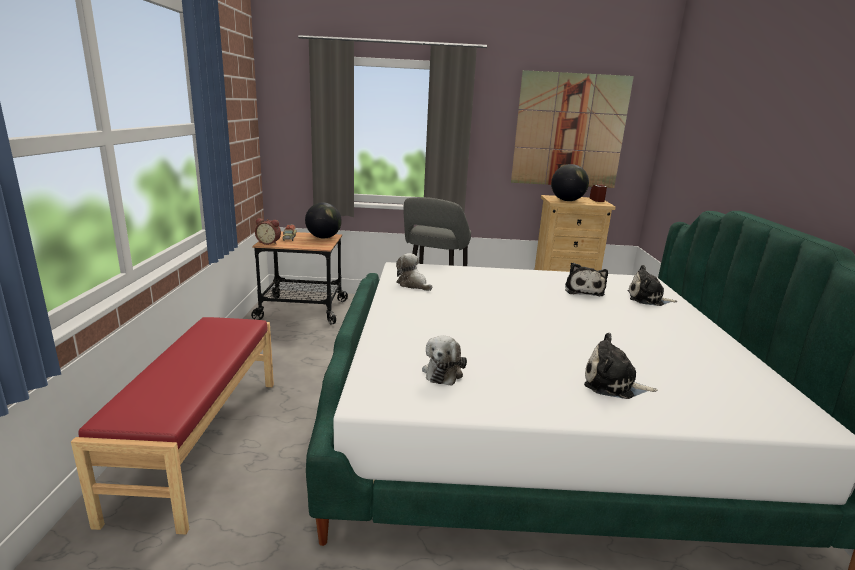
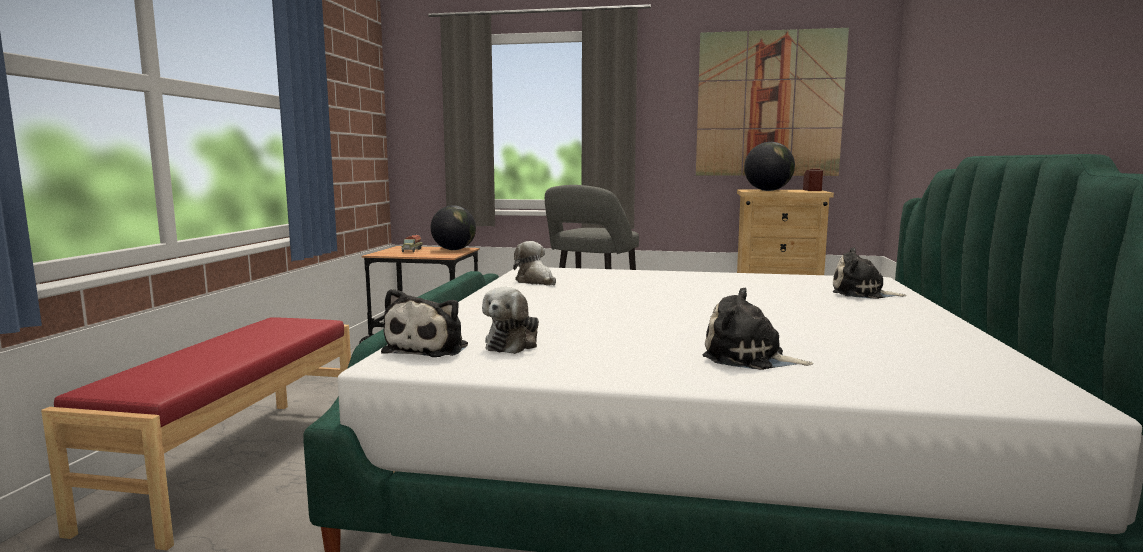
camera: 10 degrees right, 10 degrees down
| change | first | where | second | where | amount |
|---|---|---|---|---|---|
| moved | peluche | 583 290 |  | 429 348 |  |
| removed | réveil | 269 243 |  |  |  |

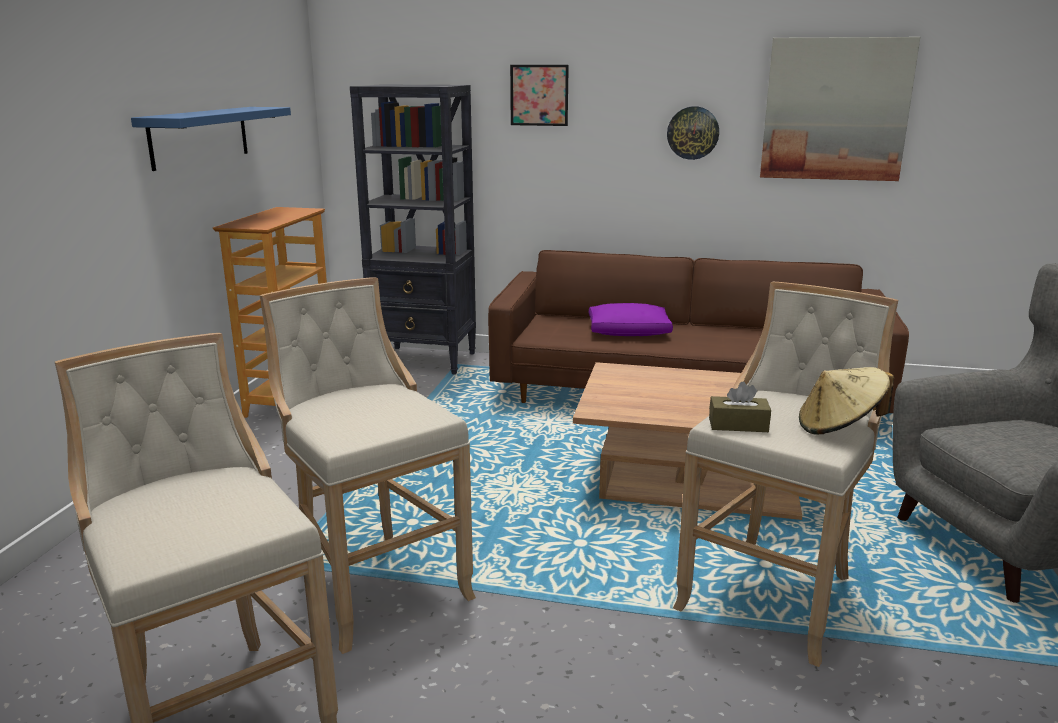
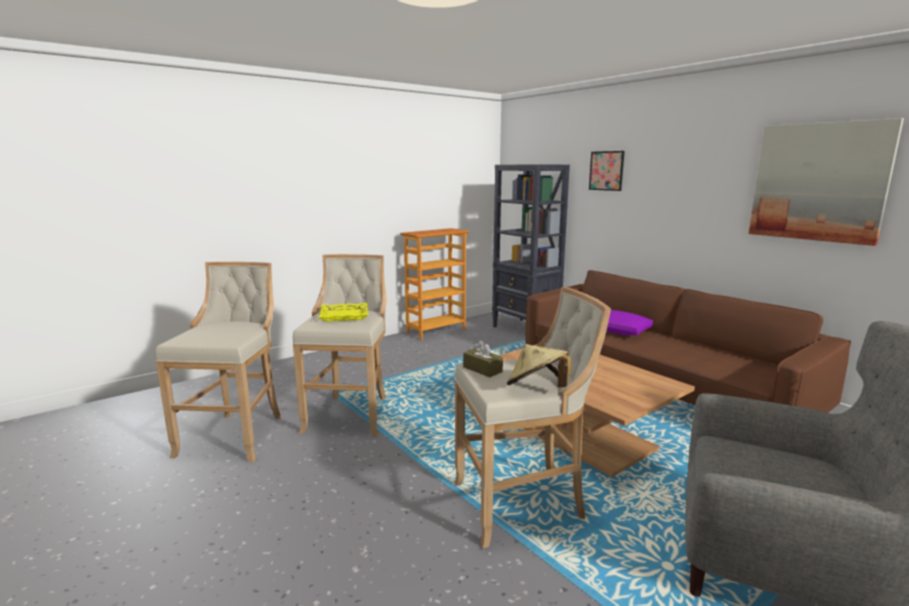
camera: 40 degrees right, 5 degrees down
| change | first | where | second | where | amount |
|---|---|---|---|---|---|
| added |  |  | plateau (jaune) | 344 315 |  |
| removed | étagère (bleu) | 200 136 |  |  |  |
| removed | horloge murale | 693 133 |  |  |  |

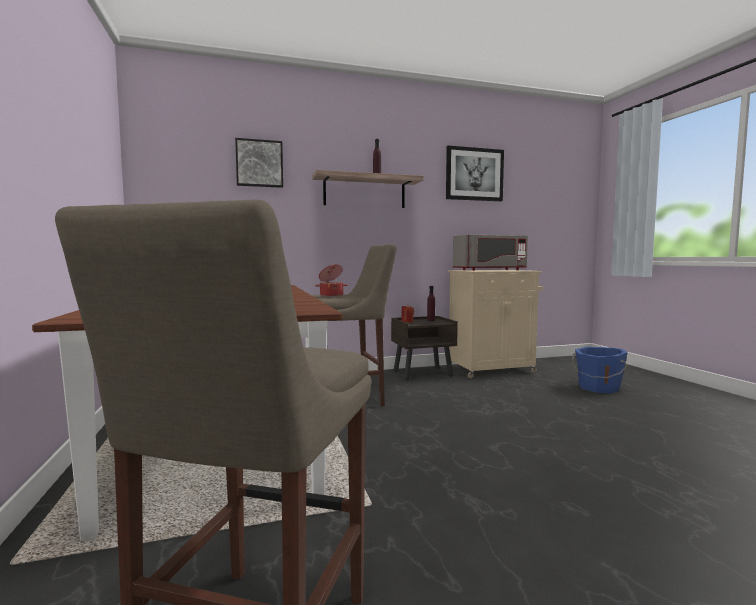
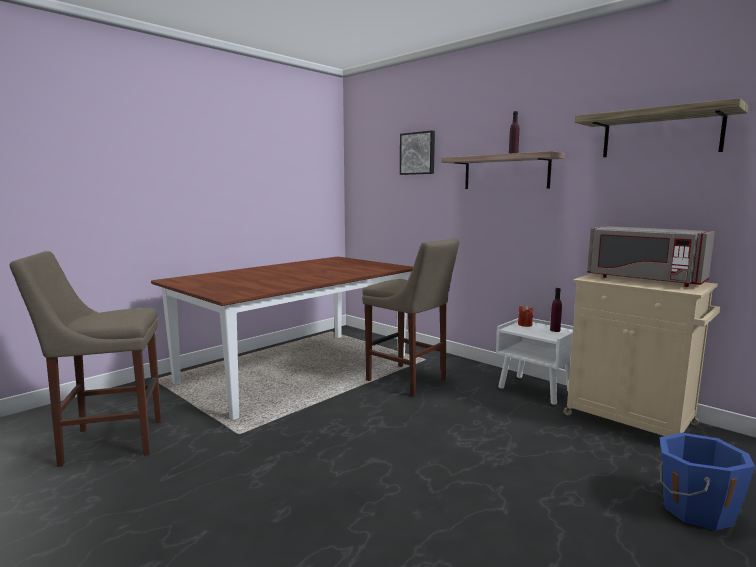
camera: 60 degrees right, 5 degrees up
| change | first | where | second | where | amount |
|---|---|---|---|---|---|
| recoloured | table de chevet (marron) | 423 373 | table de chevet (blanc) | 536 390 |  |
| replaced | tableau | 474 174 | étagère | 660 134 |  |
| removed | marmite | 331 295 |  |  |  |

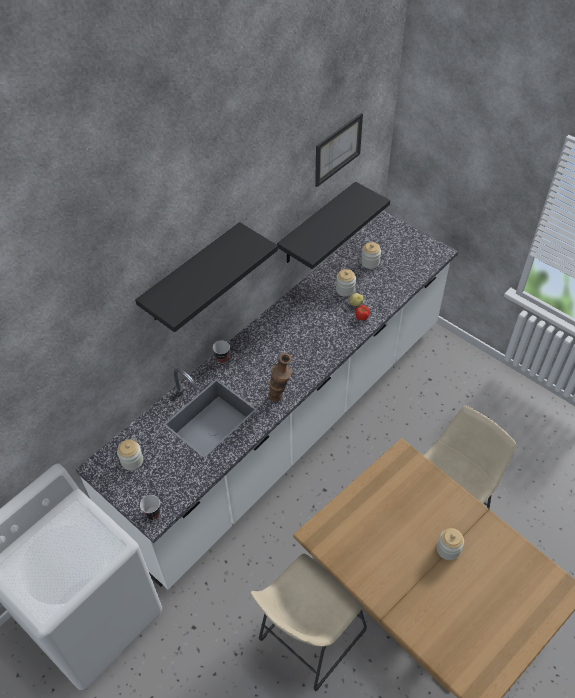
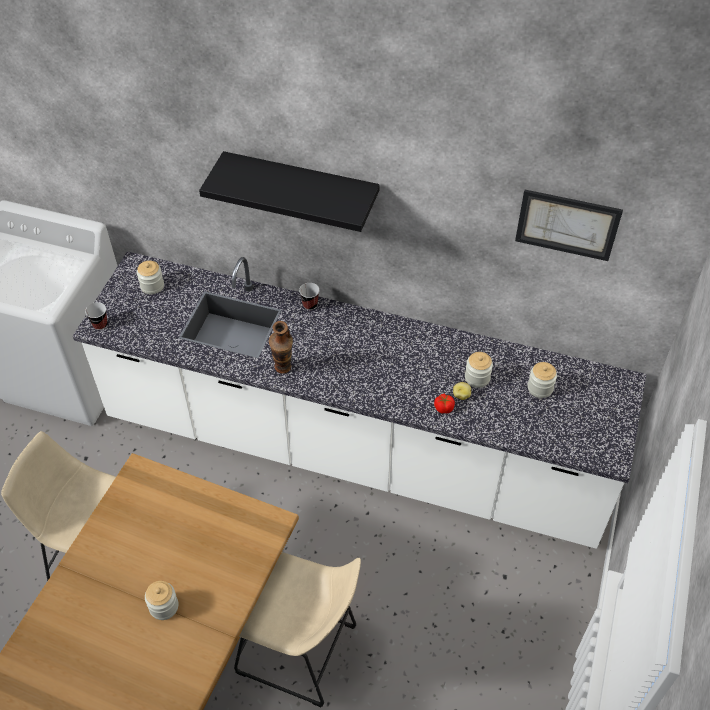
camera: 65 degrees right, 0 degrees up
| change | first | where | second | where | amount |
|---|---|---|---|---|---|
| removed | étagère (noir) | 317 224 |  |  |  |

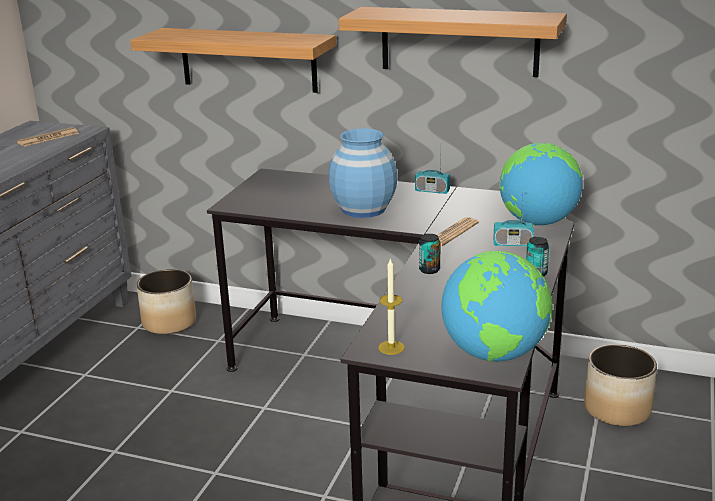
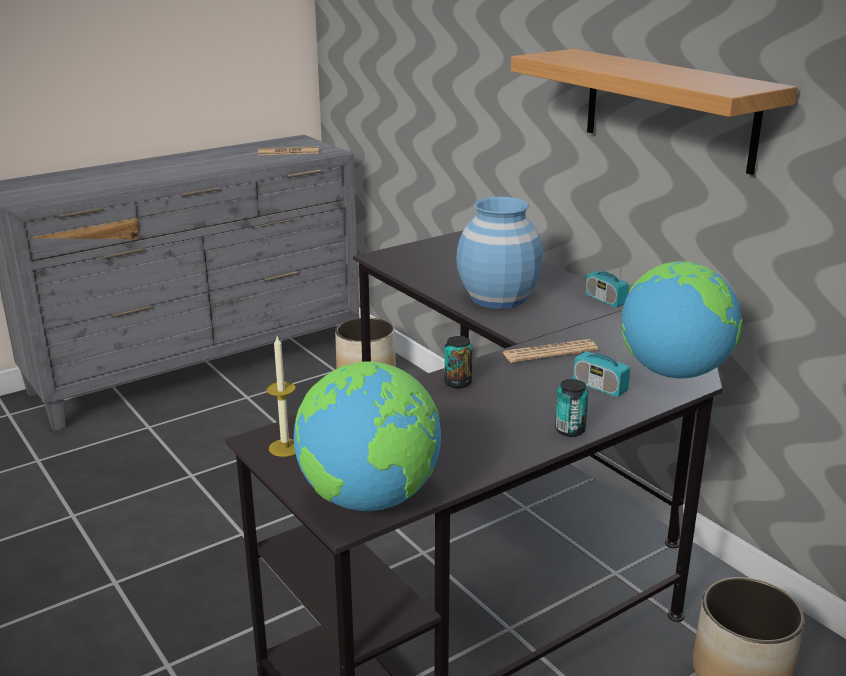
camera: 35 degrees right, 0 degrees up
| change | first | where | second | where | amount |
|---|---|---|---|---|---|
| removed | étagère | 248 60 |  |  |  |

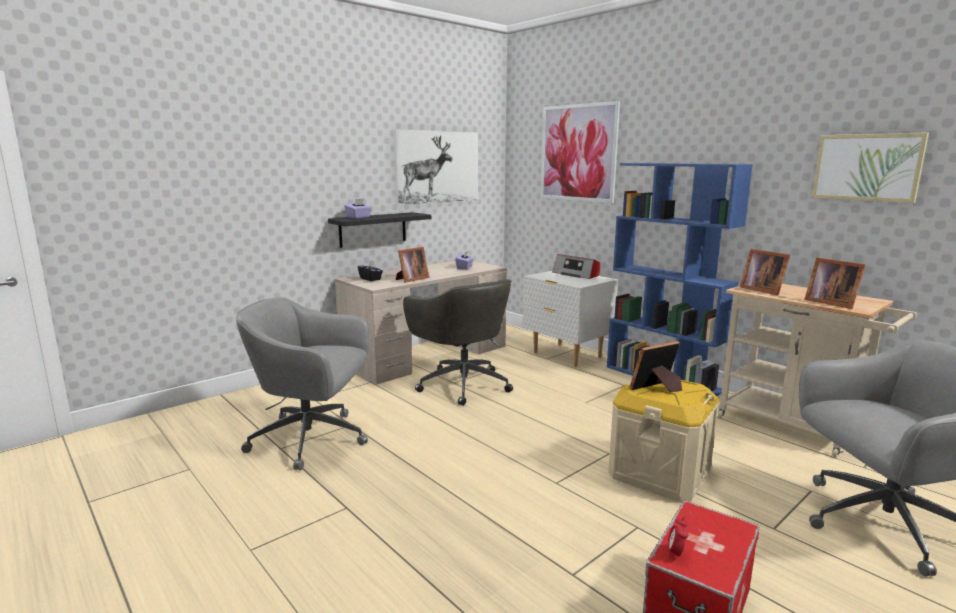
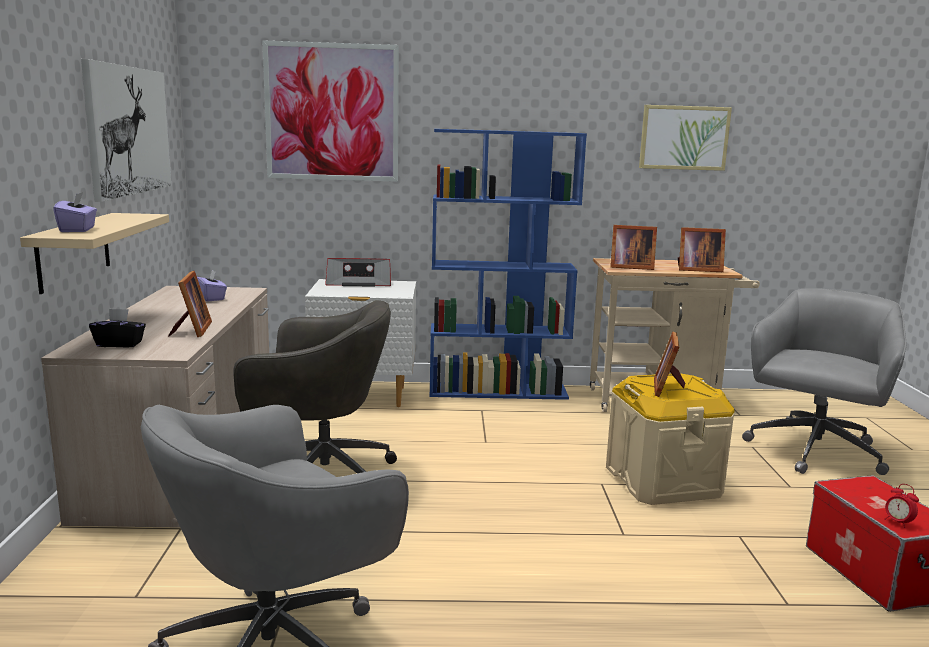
camera: 50 degrees left, 0 degrees up
| change | first | where | second | where | amount |
|---|---|---|---|---|---|
| recoloured | étagère (noir) | 373 229 | étagère (beige) | 74 251 |  |

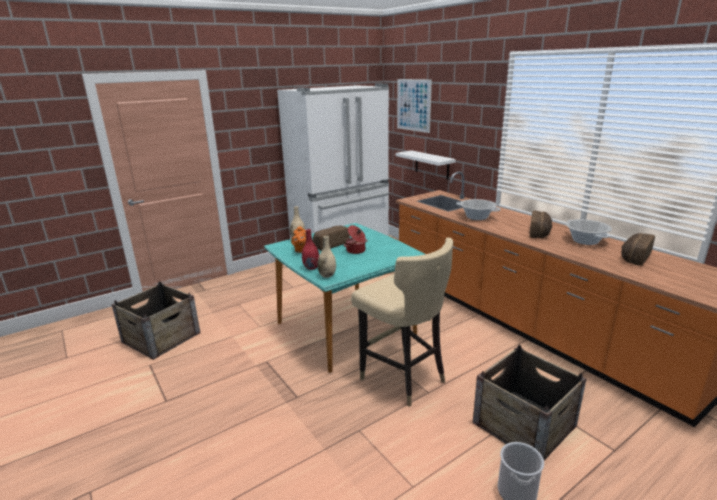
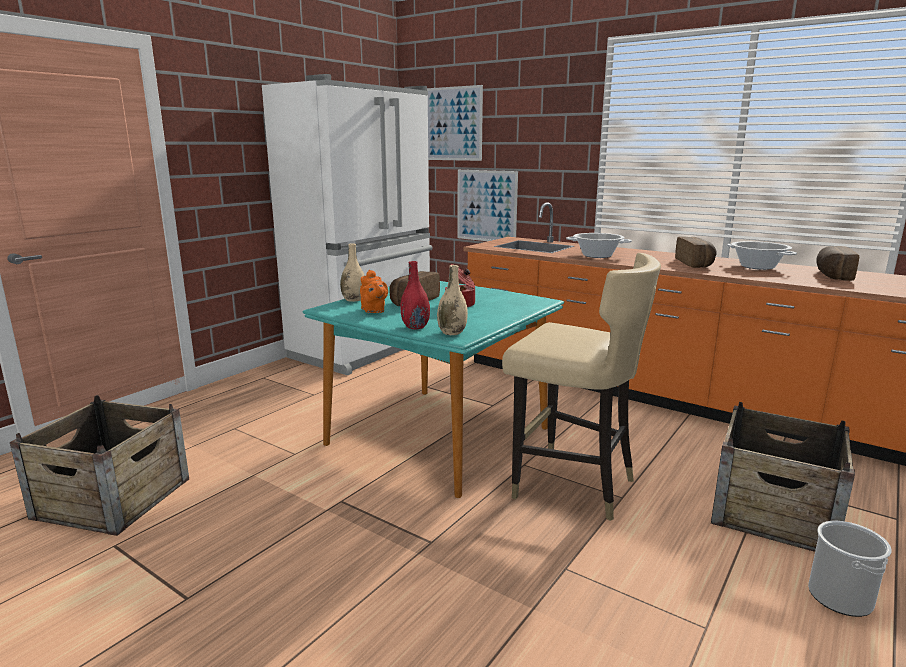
camera: 20 degrees left, 5 degrees down
| change | first | where | second | where | amount |
|---|---|---|---|---|---|
| replaced | étagère (blanc) | 432 165 | tableau | 486 206 |  |

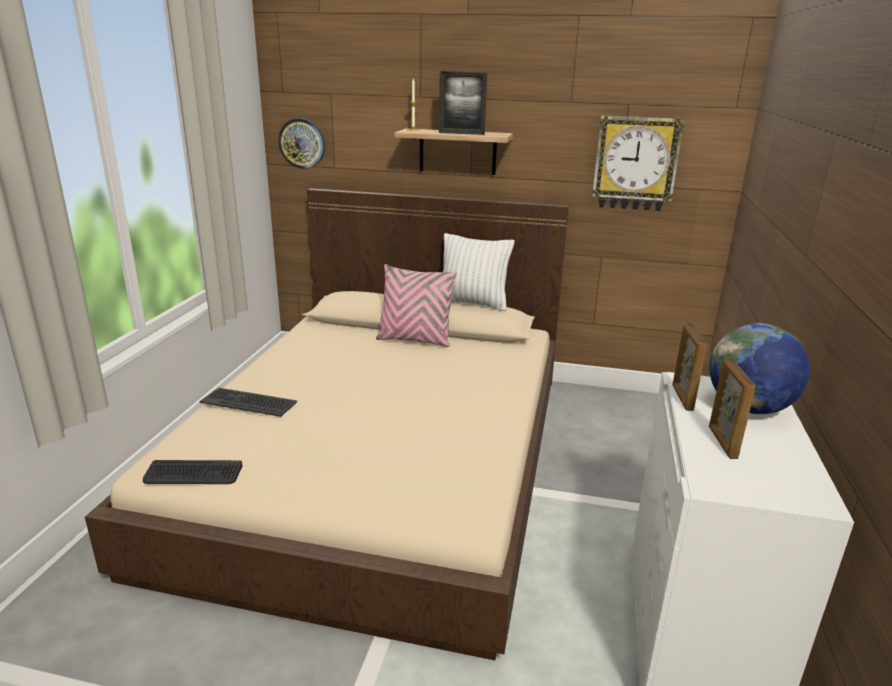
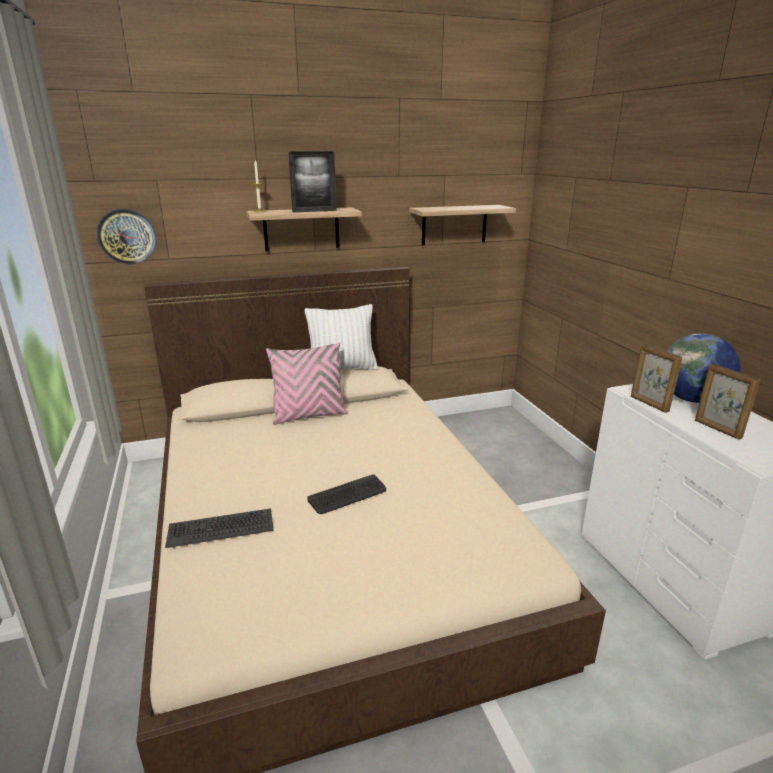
camera: 30 degrees left, 0 degrees up
| change | first | where | second | where | amount |
|---|---|---|---|---|---|
| moved | clavier | 193 474 |  | 348 495 |  |
| replaced | horloge murale | 635 163 | étagère | 454 225 |  |

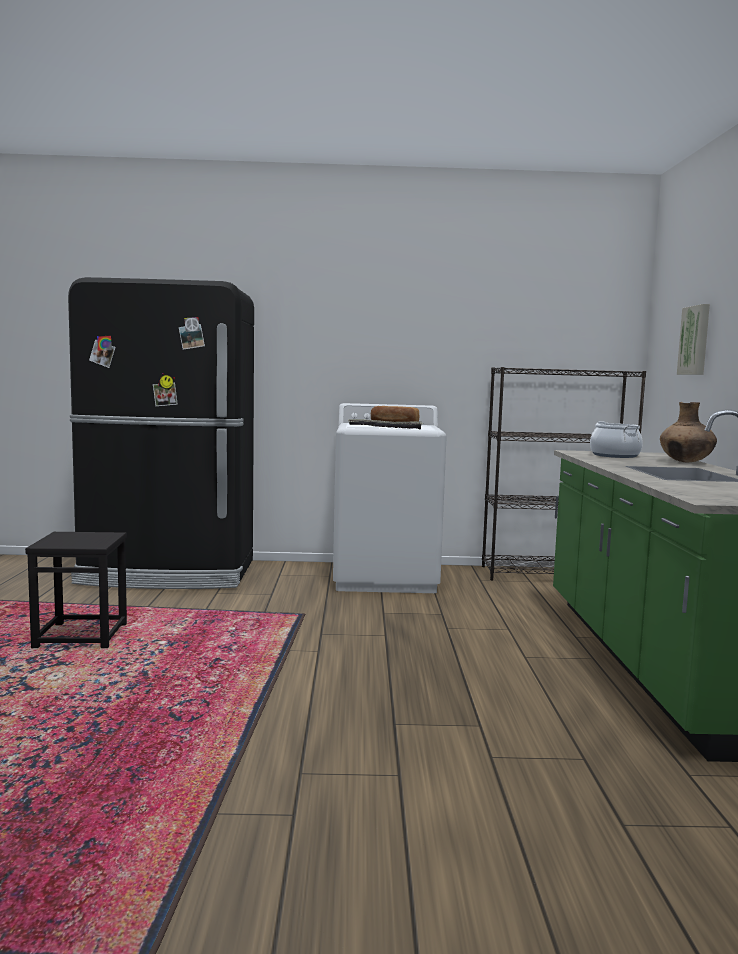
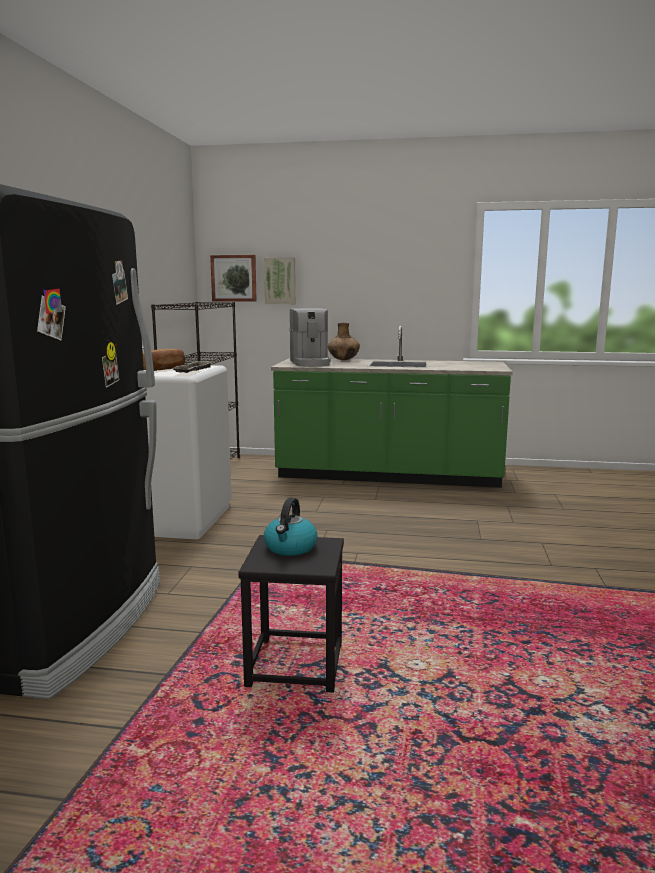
camera: 80 degrees left, 5 degrees up
| change | first | where | second | where | amount |
|---|---|---|---|---|---|
| added |  |  | tableau | 234 278 |  |
| added |  |  | bouilloire | 290 548 |  |
| replaced | marmite | 615 455 | machine à café | 310 363 |  |

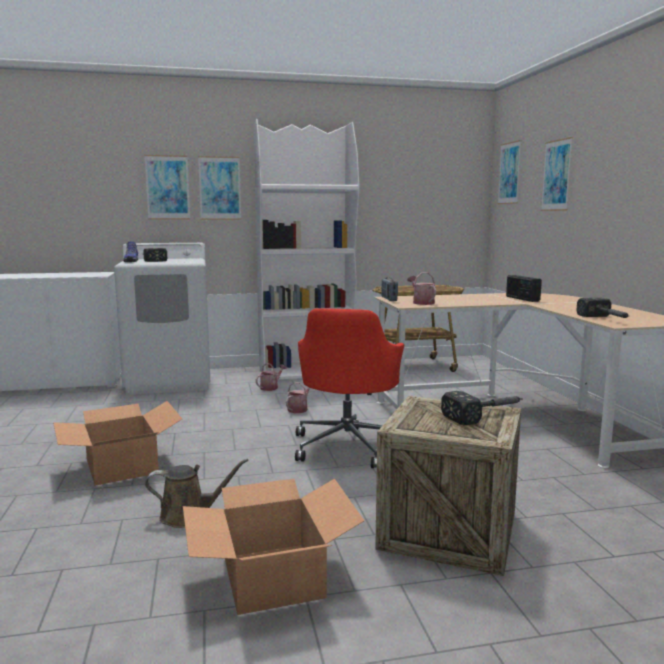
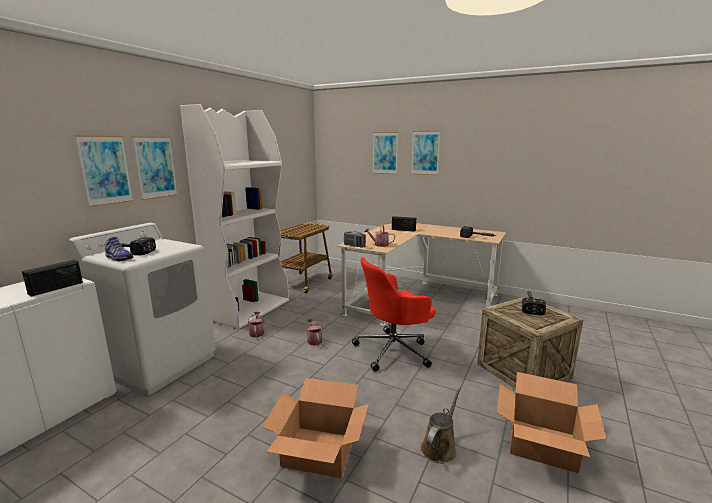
camera: 50 degrees left, 5 degrees up
| change | first | where | second | where | amount |
|---|---|---|---|---|---|
| added |  |  | radio | 56 288 |  |
| turned | chaise de bureau (rouge) | 348 445 |  | 394 350 | 105 degrees clockwise |
| moved | tableau | 509 173 |  | 425 153 |  |

